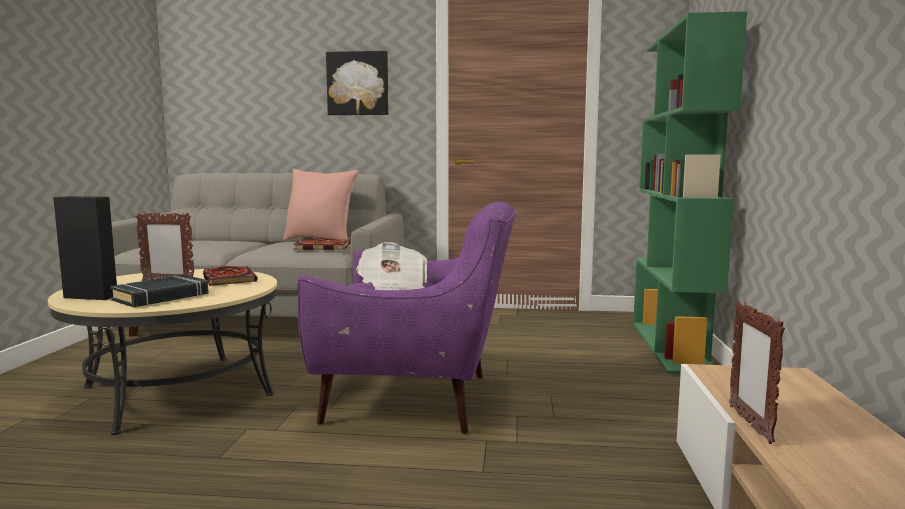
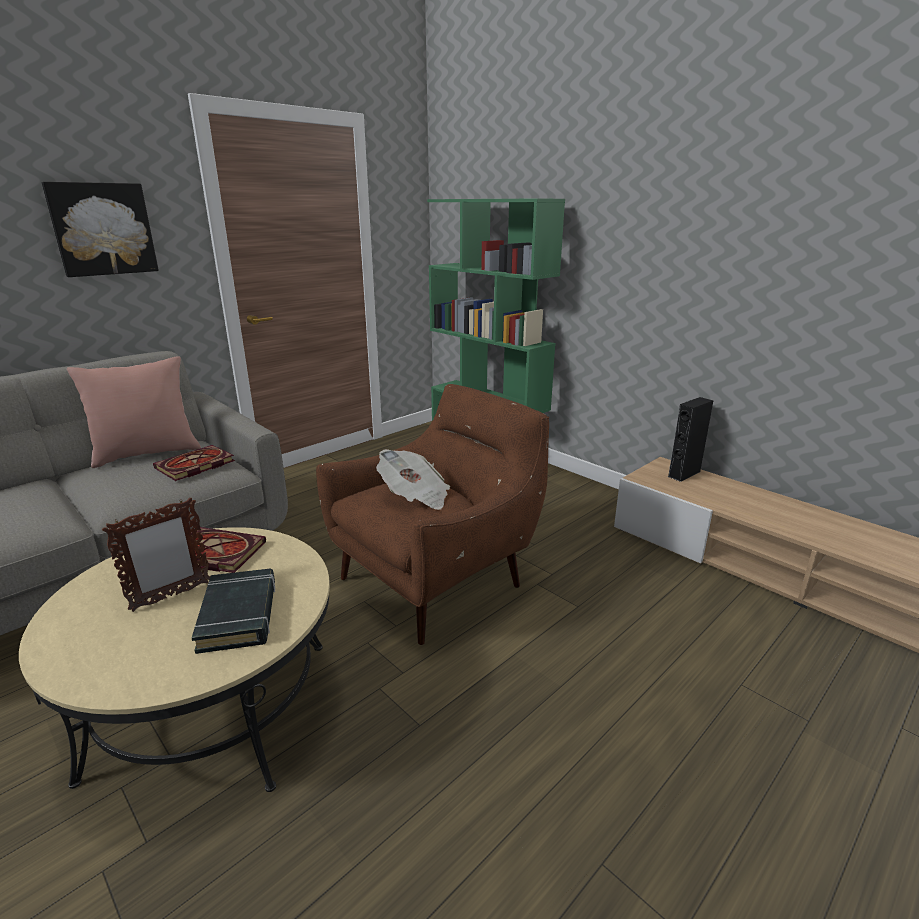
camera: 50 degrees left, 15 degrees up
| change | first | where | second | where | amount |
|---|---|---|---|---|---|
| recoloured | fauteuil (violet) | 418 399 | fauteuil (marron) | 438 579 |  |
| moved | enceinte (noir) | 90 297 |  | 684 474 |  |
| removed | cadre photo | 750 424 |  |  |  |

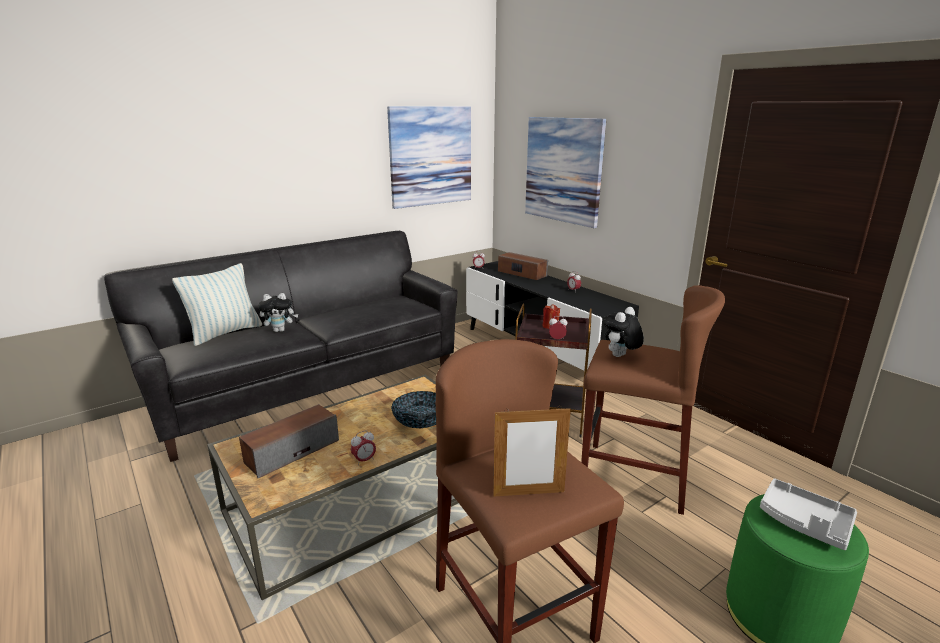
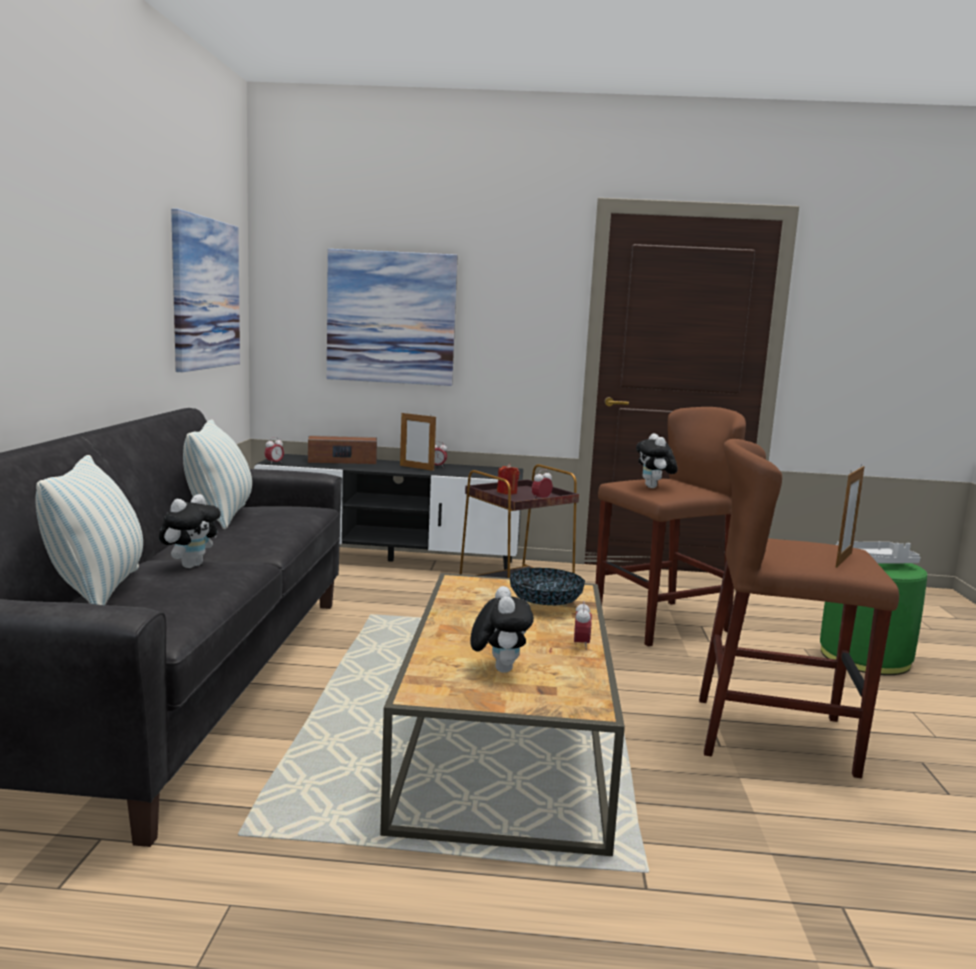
camera: 50 degrees left, 10 degrees down
| change | first | where | second | where | amount |
|---|---|---|---|---|---|
| added |  |  | coussin | 220 516 |  |
| added |  |  | cadre photo | 416 468 |  |
| replaced | enceinte | 292 451 | peluche | 499 668 |  |

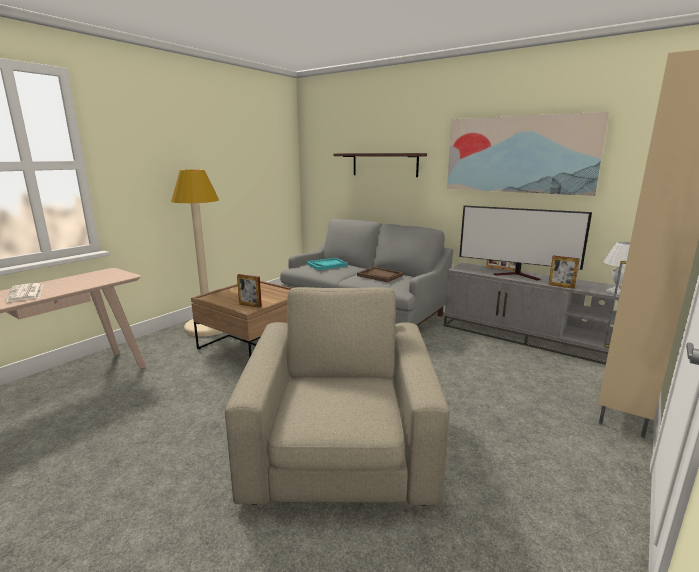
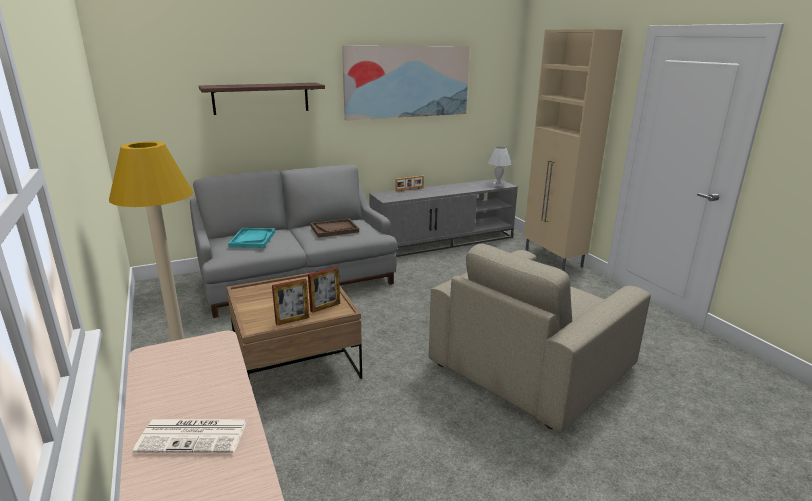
camera: 60 degrees left, 5 degrees up
| change | first | where | second | where | amount |
|---|---|---|---|---|---|
| moved | cadre photo | 561 286 |  | 292 320 |  |
| turned | fauteuil (beige) | 341 446 |  | 531 364 | 75 degrees counterclockwise |
| removed | téléviseur | 518 275 |  |  |  |

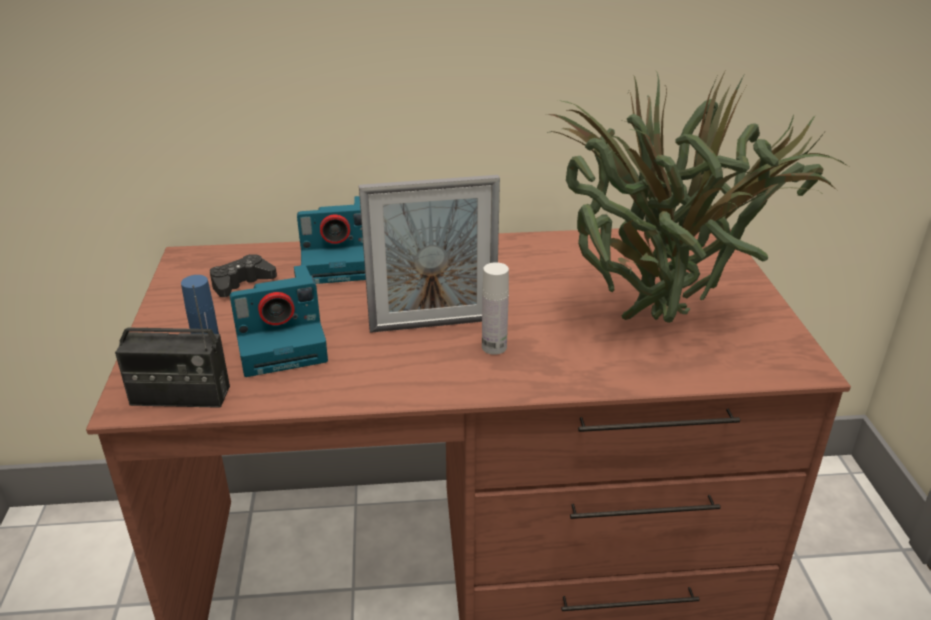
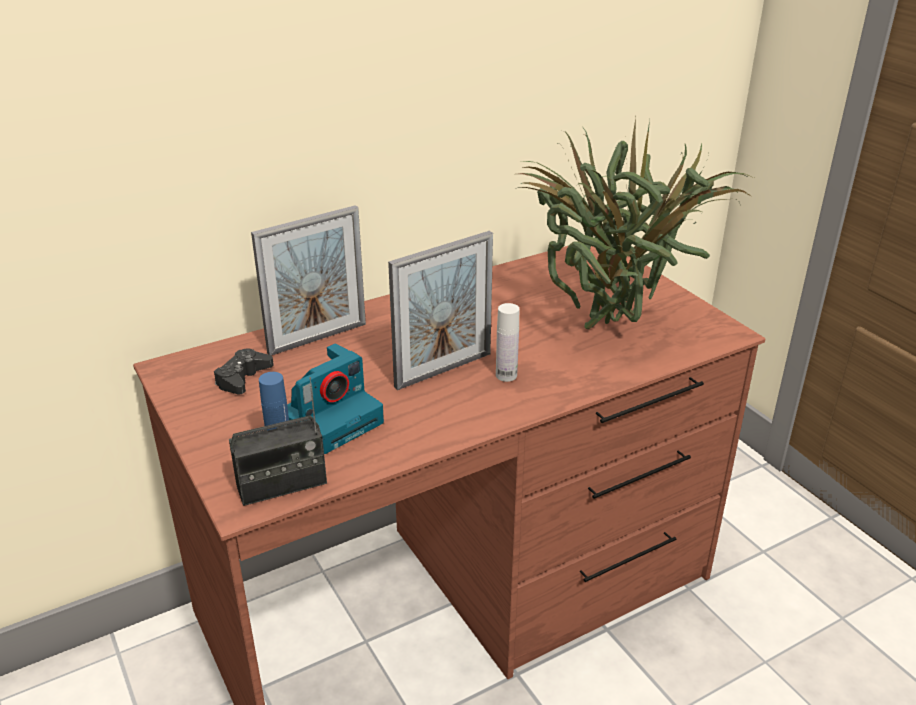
camera: 25 degrees left, 0 degrees up
| change | first | where | second | where | amount |
|---|---|---|---|---|---|
| replaced | appareil photo | 340 262 | cadre photo | 317 338 |  |

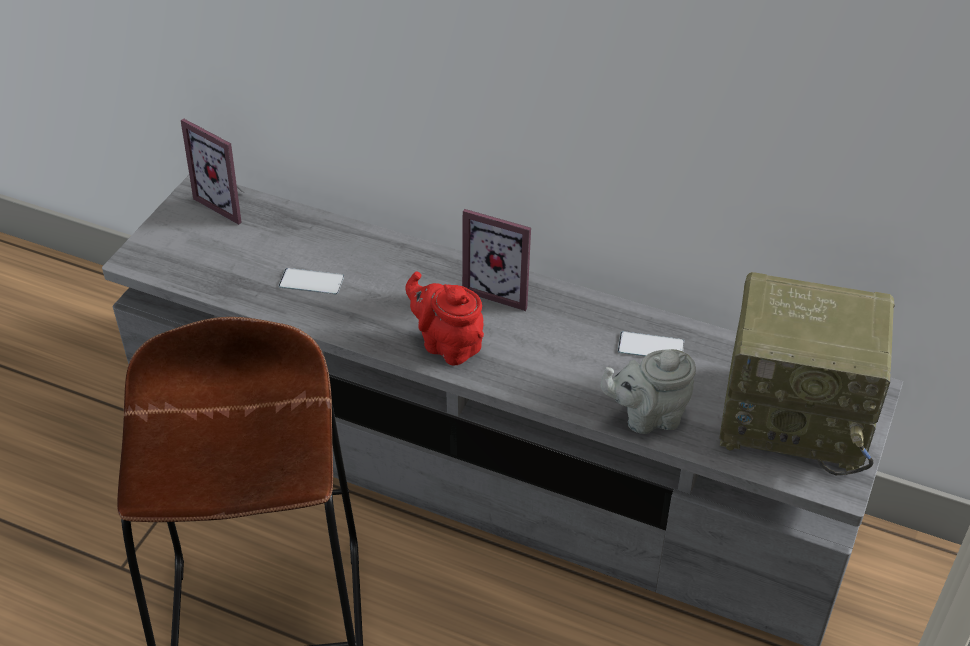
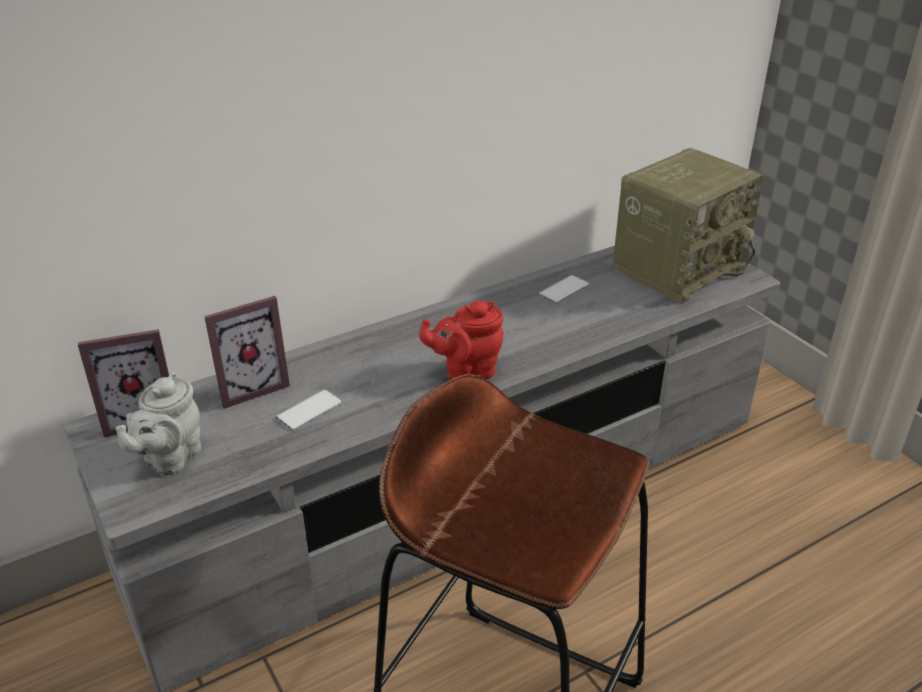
camera: 55 degrees left, 10 degrees down
| change | first | where | second | where | amount |
|---|---|---|---|---|---|
| moved | théière (gris) | 648 416 |  | 169 458 |  |
| moved | cadre photo | 501 288 |  | 250 386 |  |

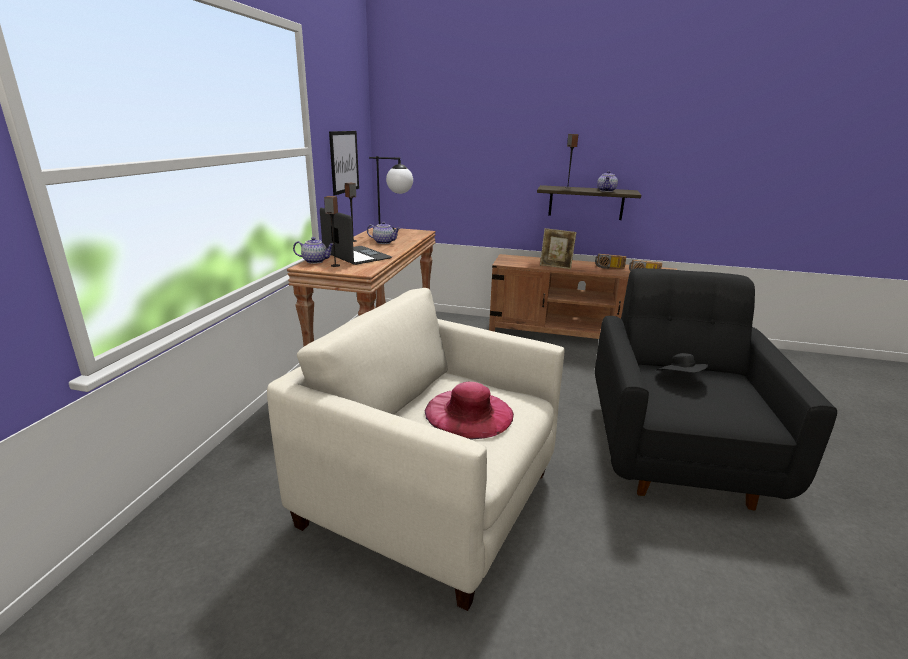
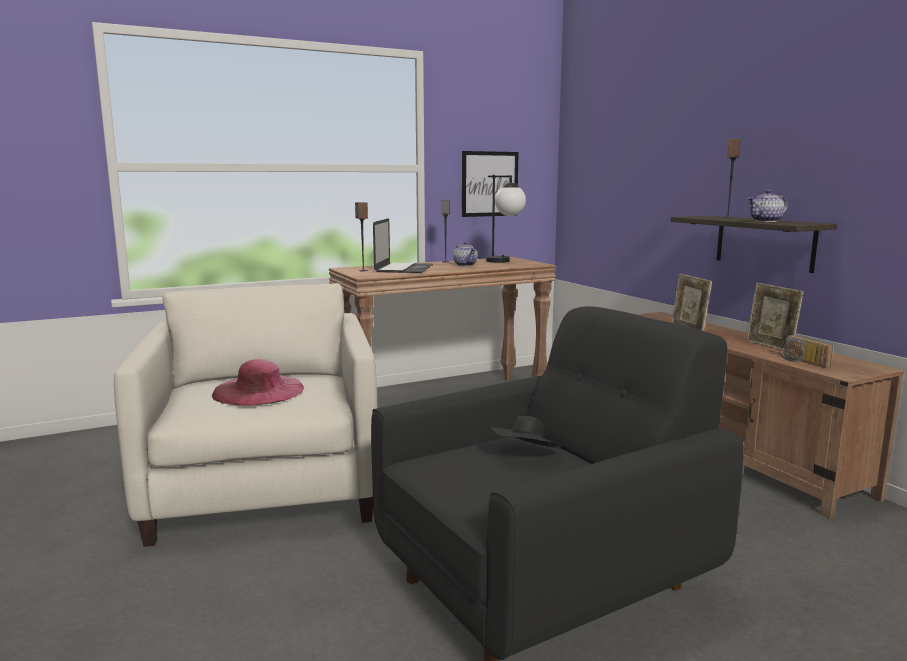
camera: 50 degrees right, 10 degrees down
| change | first | where | second | where | amount |
|---|---|---|---|---|---|
| replaced | radio | 609 267 | cadre photo | 770 346 |  |
| removed | théière | 315 261 |  |  |  |

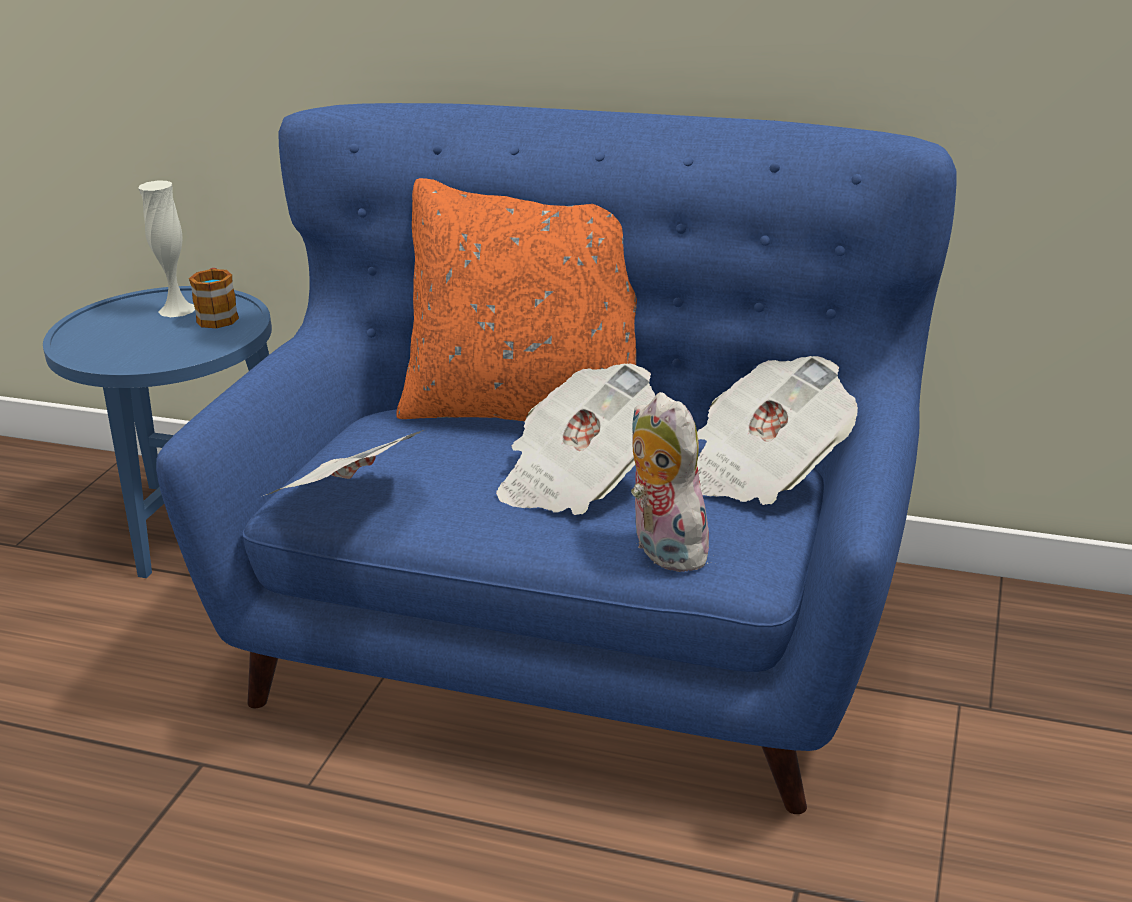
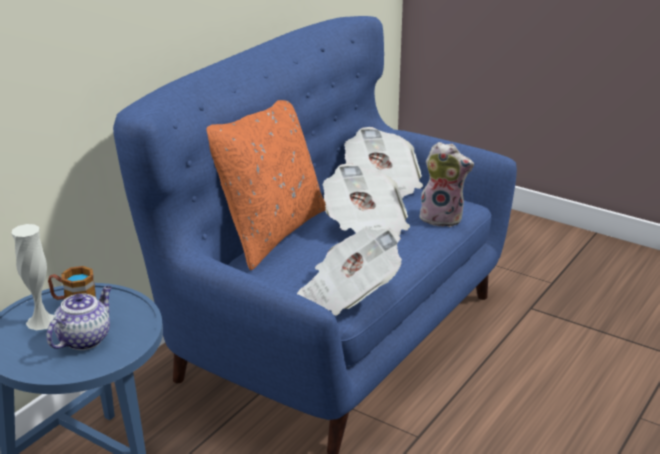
camera: 75 degrees left, 0 degrees up
| change | first | where | second | where | amount |
|---|---|---|---|---|---|
| added |  |  | théière | 84 339 |  |
| turned | peluche | 663 551 |  | 442 218 | 150 degrees counterclockwise |

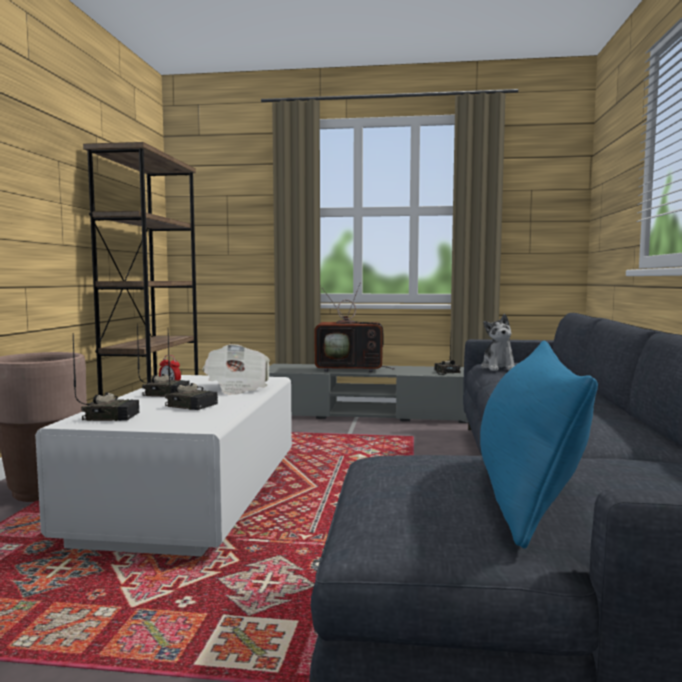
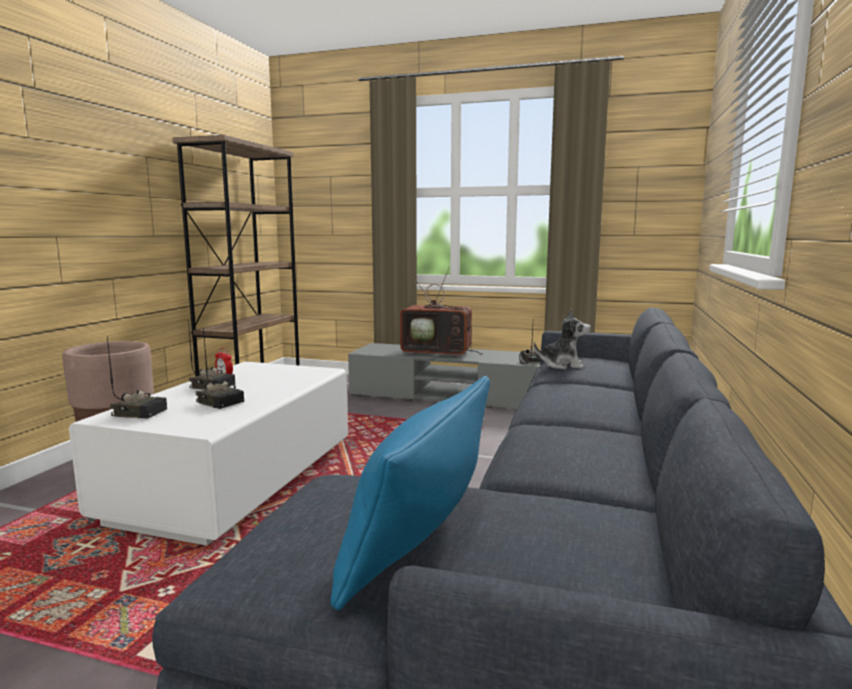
camera: 10 degrees right, 5 degrees up
| change | first | where | second | where | amount |
|---|---|---|---|---|---|
| turned | peluche | 498 368 |  | 562 365 | 90 degrees counterclockwise |
| removed | journal | 237 388 |  |  |  |

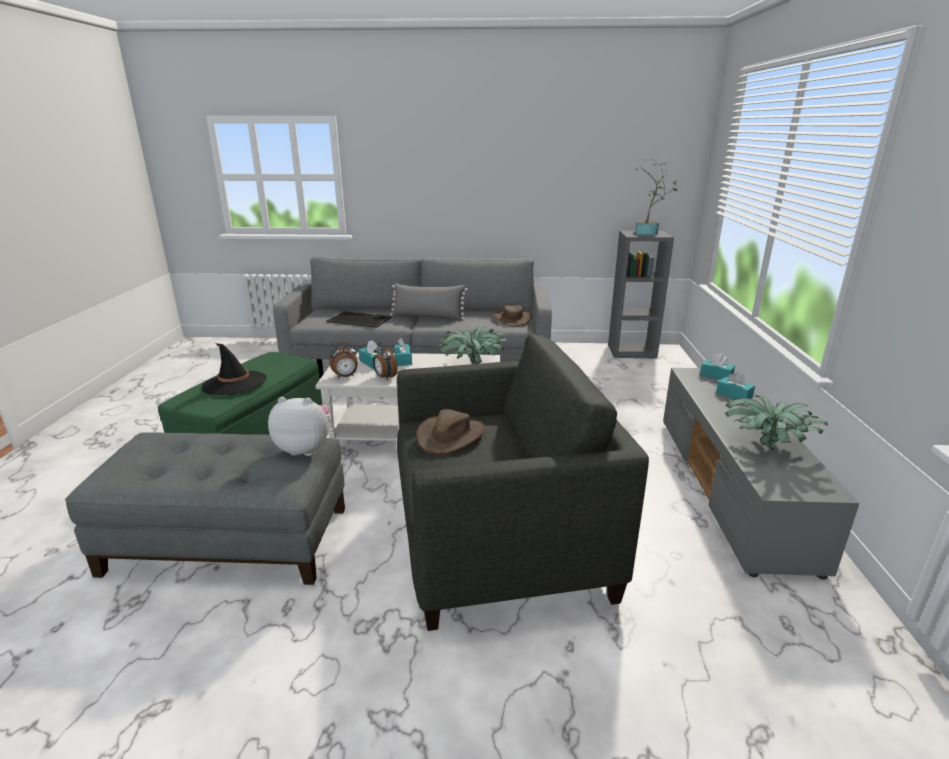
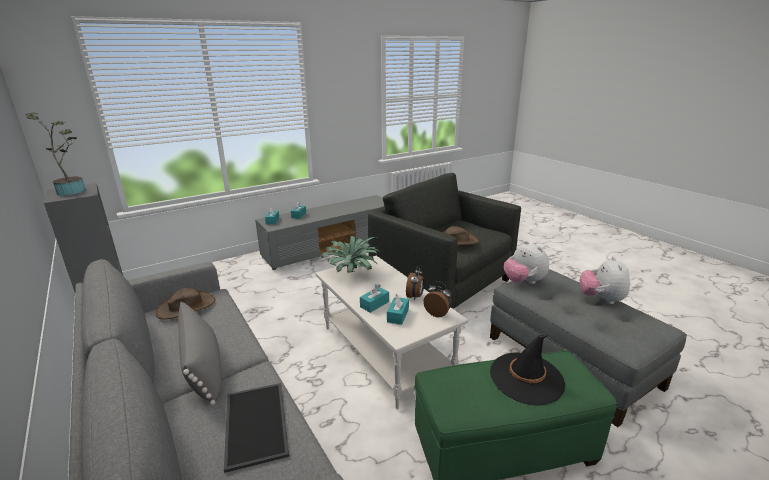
camera: 125 degrees left, 0 degrees up
| change | first | where | second | where | amount |
|---|---|---|---|---|---|
| added |  |  | peluche | 601 299 |  |
| removed | plante en pot | 766 447 |  |  |  |

